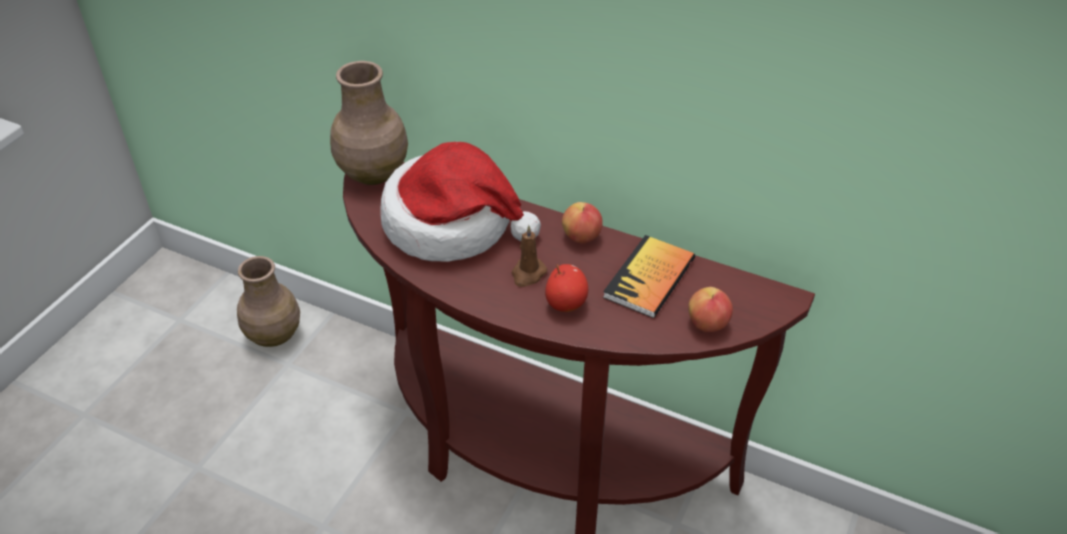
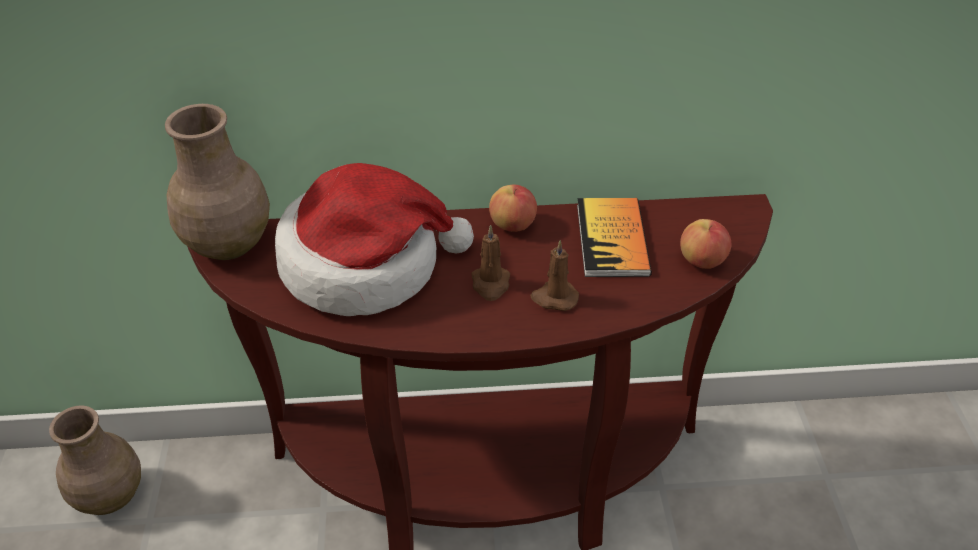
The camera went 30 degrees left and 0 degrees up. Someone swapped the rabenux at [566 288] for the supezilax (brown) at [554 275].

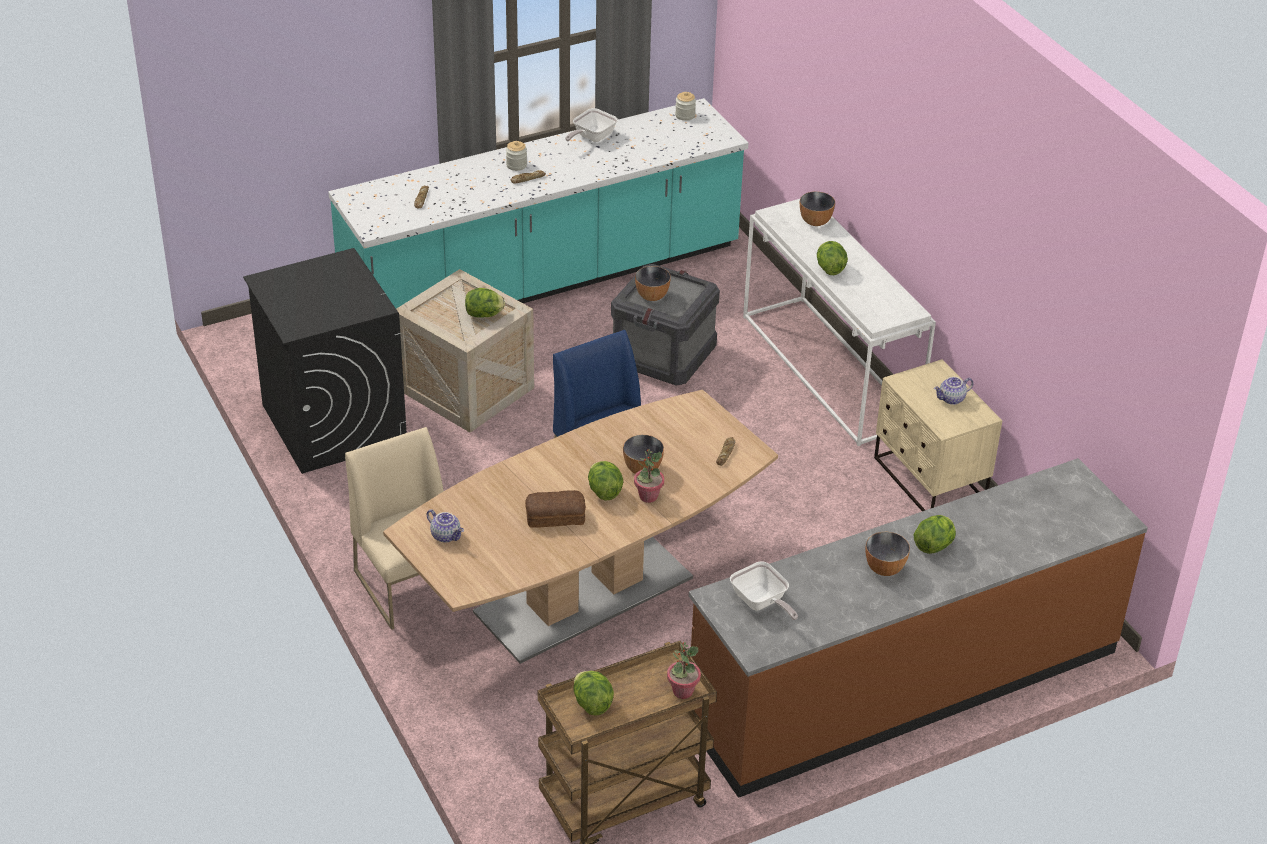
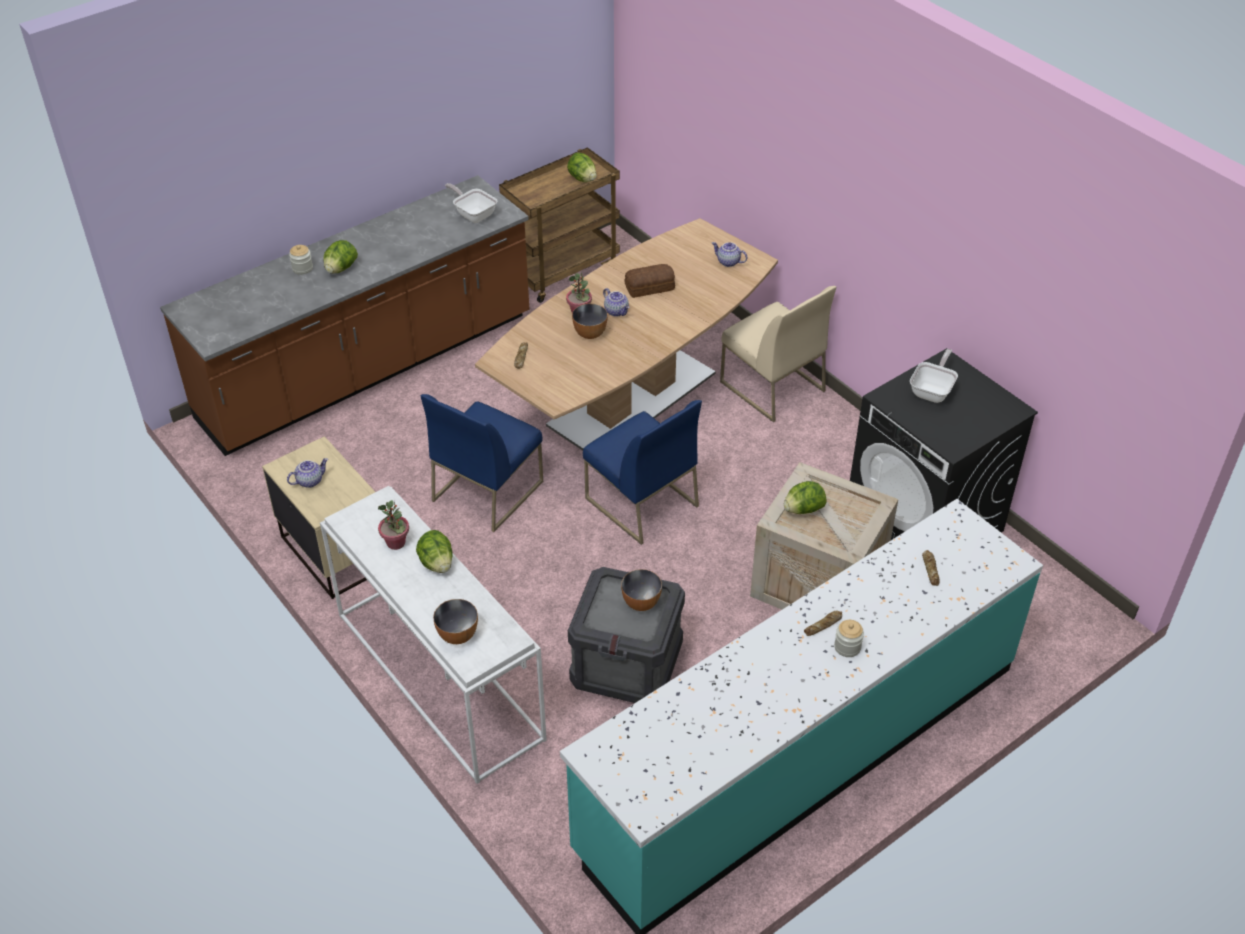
The camera went 170 degrees right and 5 degrees up. Someone carried the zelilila from [591 125] to [934 376]. Someone swapped the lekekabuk at [606 480] for the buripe at [616 302]. Someone carried the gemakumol from [684 670] to [393 525]. Someone carried the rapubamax from [685 106] to [301 260]. Someone took away the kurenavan at [887 554]. Someone put down the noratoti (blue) at [482 463].

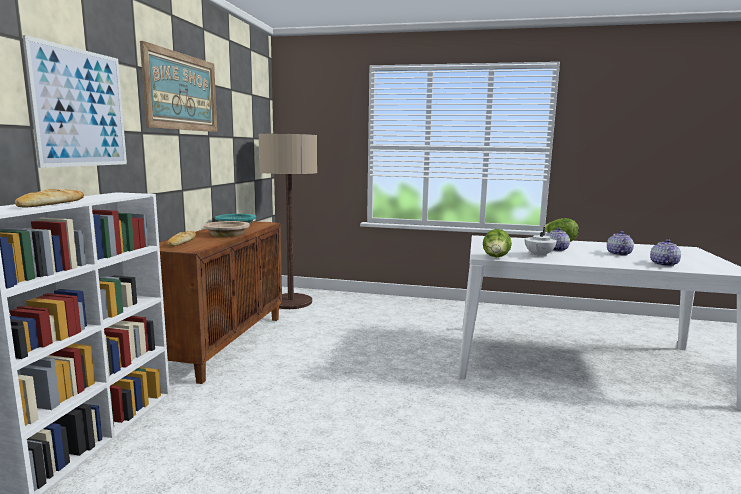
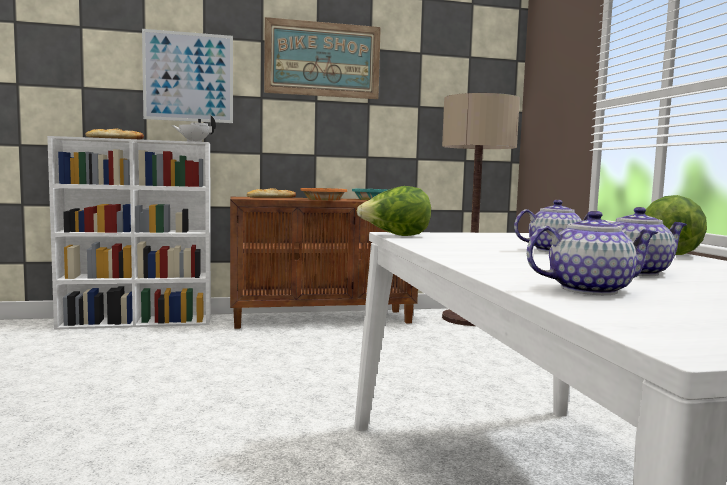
The camera went 65 degrees right and 5 degrees down. Someone repainted the kurenavan (beige) at [227 229], which became the kurenavan (orange) at [323 194]. Someone carried the buripe (white) from [541 242] to [194 128].

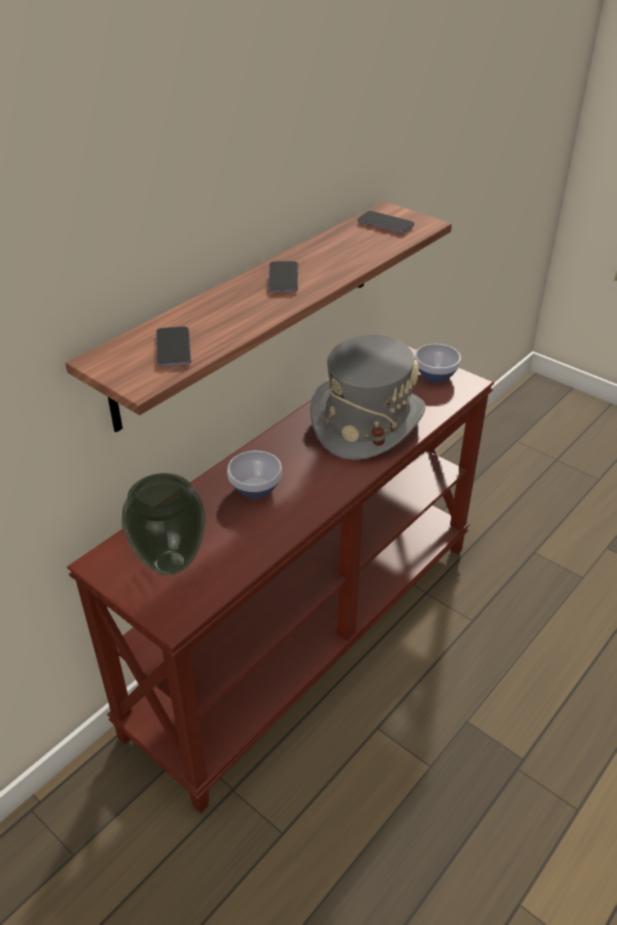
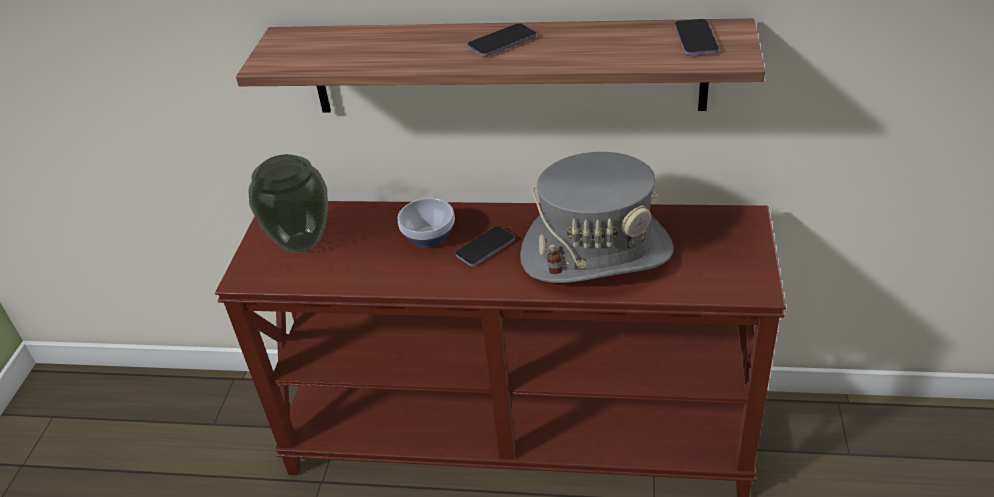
The camera went 60 degrees right and 0 degrees up. Someone carried the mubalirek from [173 346] to [485 246]. Someone took away the kurenavan at [438 363].

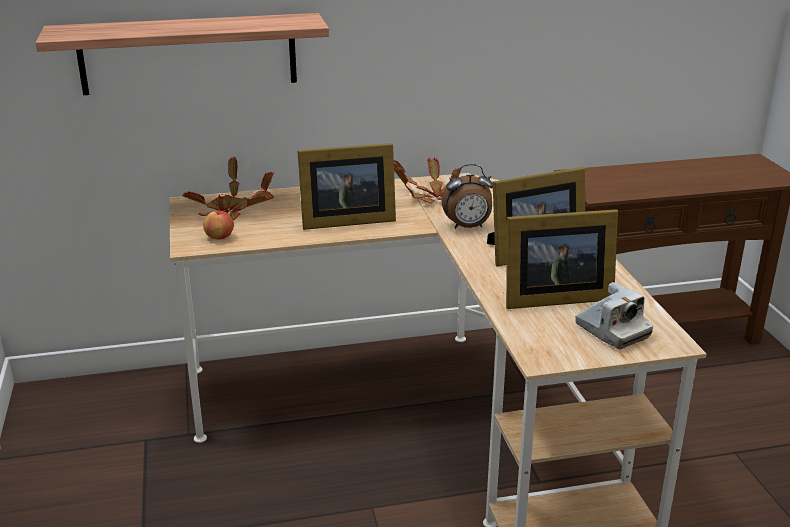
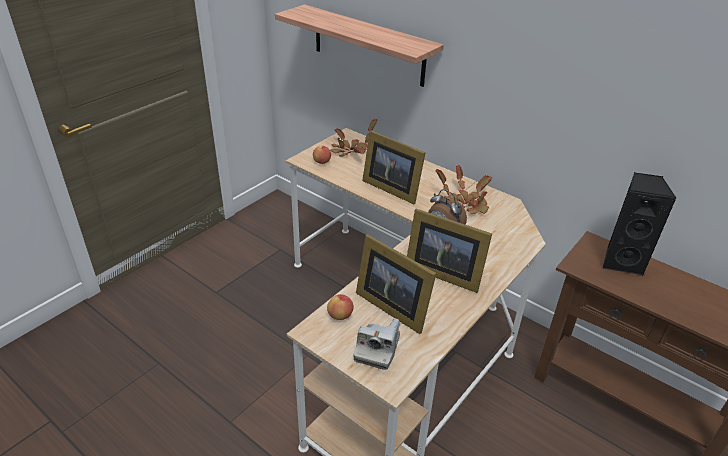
The camera went 50 degrees right and 10 degrees up. Someone put down the rabenux at [340 307]. Someone put down the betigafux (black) at [640 224].

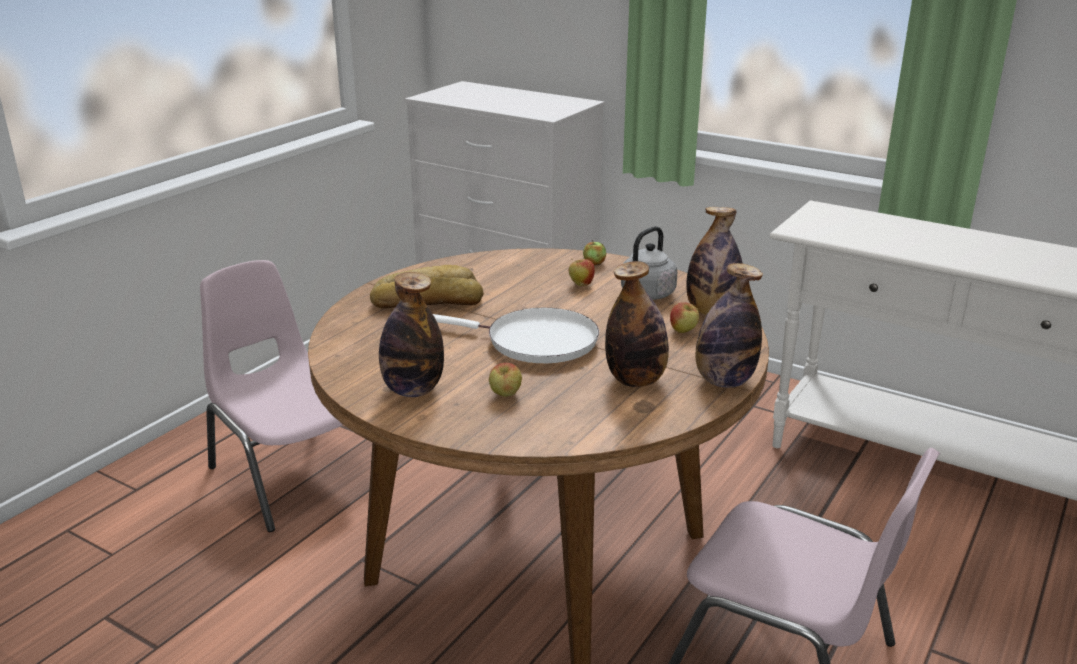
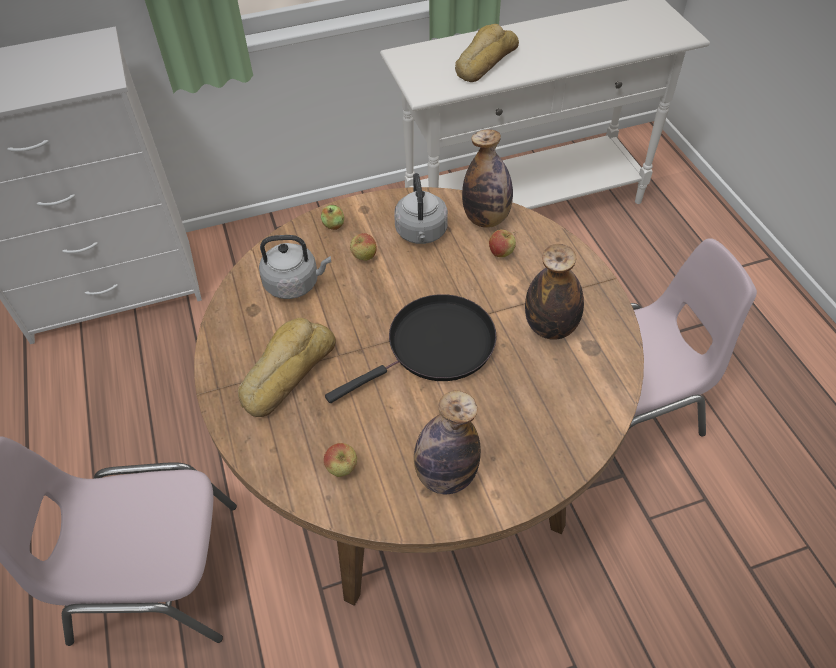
The camera went 50 degrees left and 25 degrees up. Someone repainted the zelilila (white) at [516 335], which became the zelilila (black) at [410 348]. Someone carried the rabenux from [505 380] to [340 460]. Someone took away the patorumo at [729 325]. Someone put down the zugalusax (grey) at [295 267]. Someone put down the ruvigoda at [487 53].

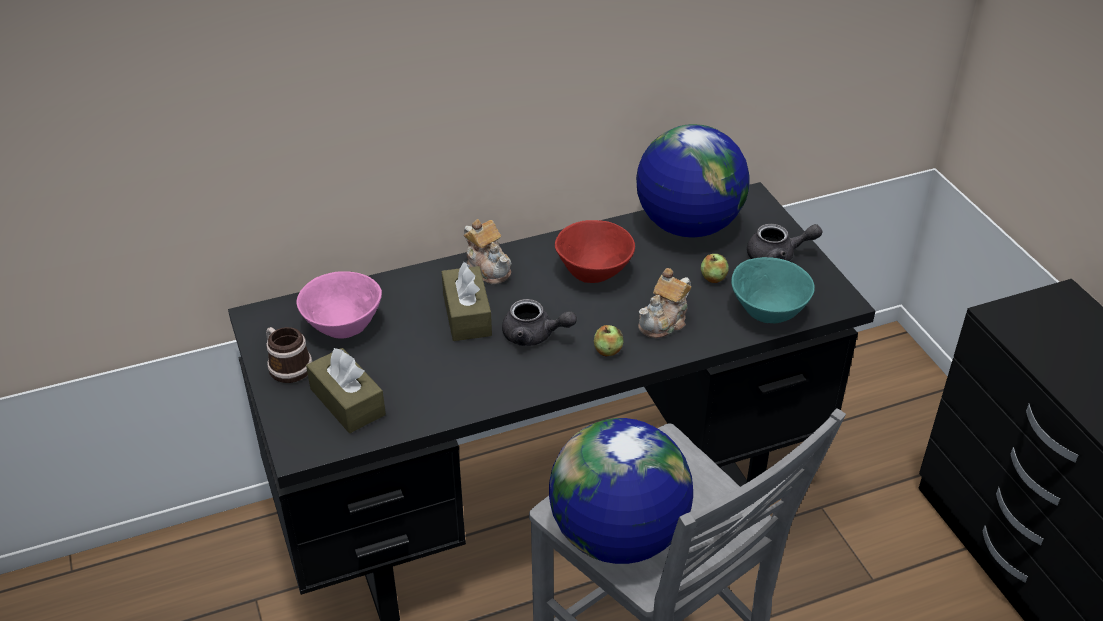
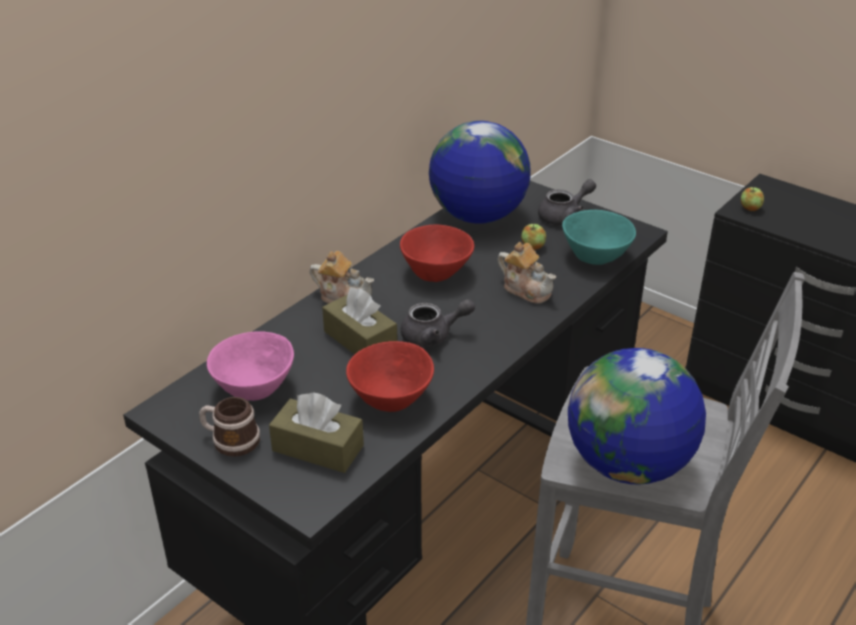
The camera went 30 degrees left and 5 degrees down. Someone carried the rabenux from [609 341] to [752 199]. Someone rotated the buripe at [664 303] by 60 degrees counterclockwise. Someone put down the kurenavan (red) at [390 376].

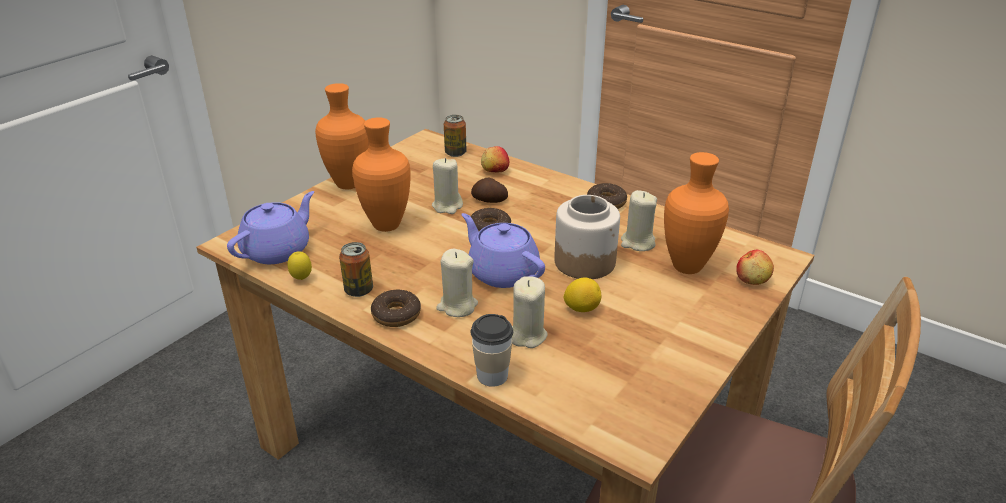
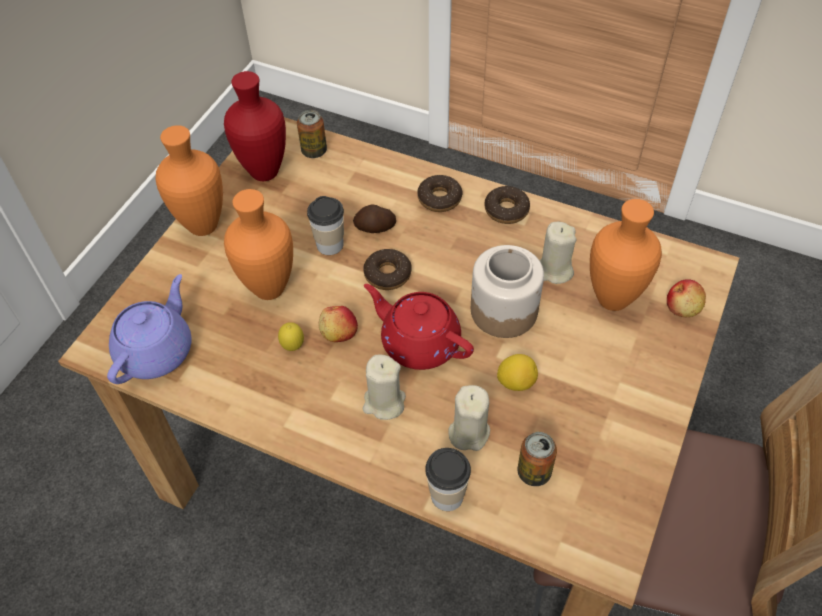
The camera went 10 degrees left and 20 degrees up. Someone carried the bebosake from [300 265] to [291 336]. Someone carried the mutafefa from [356 269] to [537 459]. Someone carried the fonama from [396 308] to [440 193]. Someone swapped the supezilax (beige) at [447 186] for the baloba at [325 225]. Someone repainted the buripe (purple) at [503 250], which became the buripe (red) at [419 327]. Someone carried the rabenux from [495 159] to [338 324]. Someone put down the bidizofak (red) at [255 126].

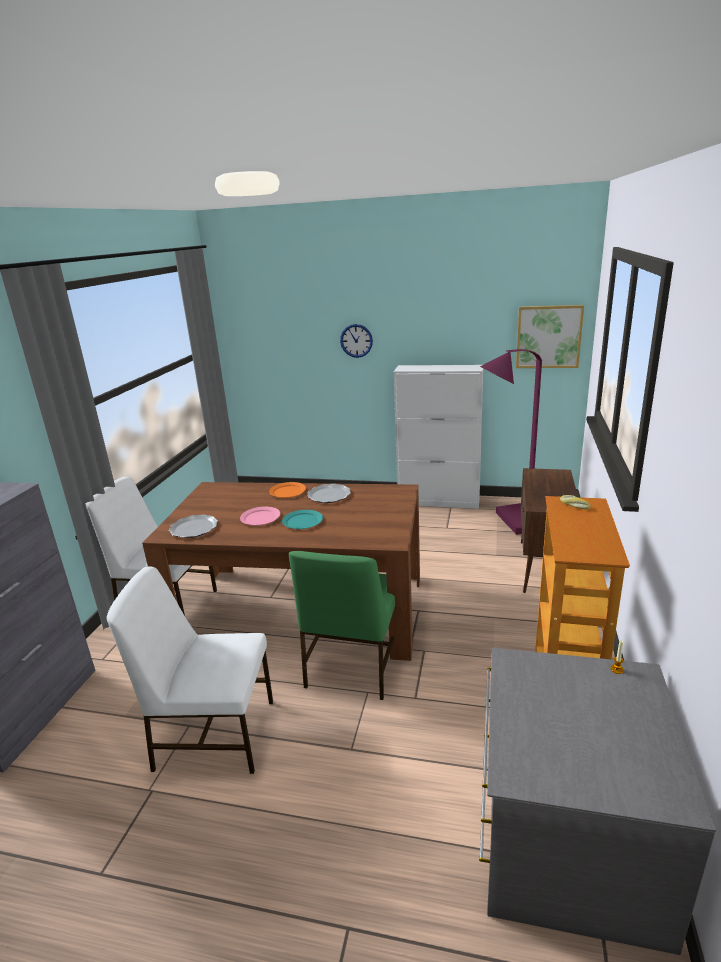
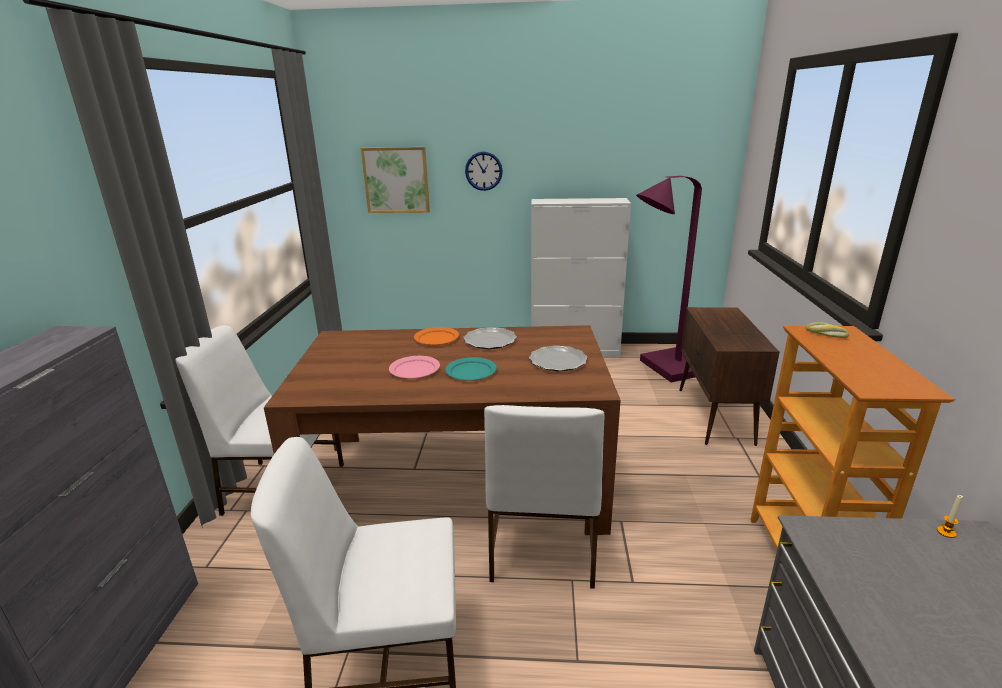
The camera went 10 degrees left and 0 degrees up. Someone carried the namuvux from [193 526] to [558 358]. Someone repainted the noratoti (green) at [342 625], which became the noratoti (white) at [544 497]. Someone carried the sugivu from [550 336] to [395 180].

